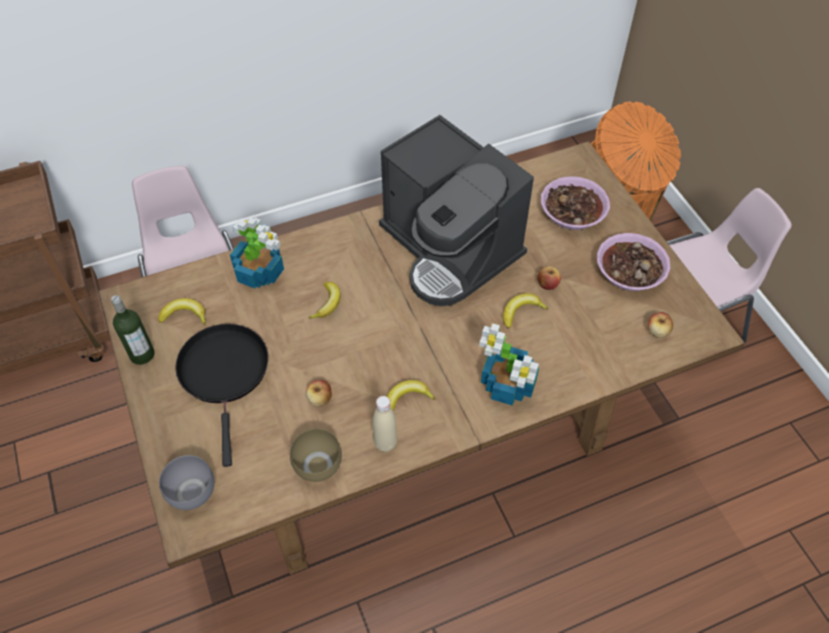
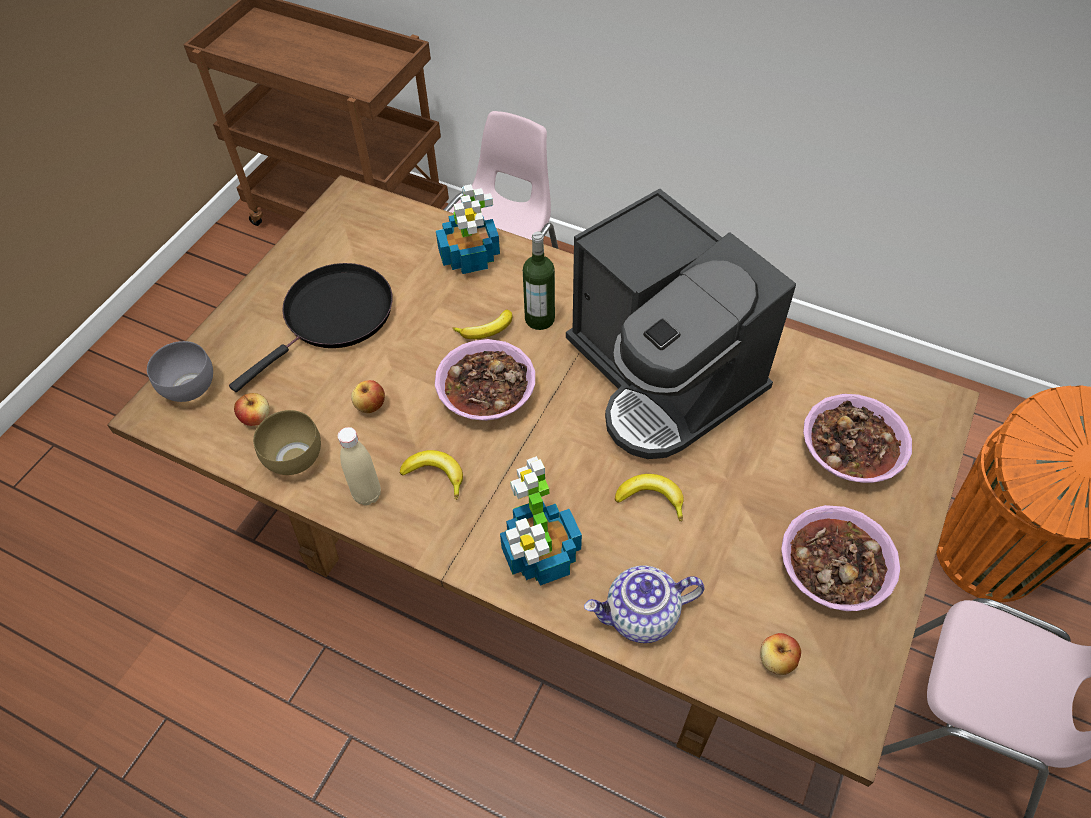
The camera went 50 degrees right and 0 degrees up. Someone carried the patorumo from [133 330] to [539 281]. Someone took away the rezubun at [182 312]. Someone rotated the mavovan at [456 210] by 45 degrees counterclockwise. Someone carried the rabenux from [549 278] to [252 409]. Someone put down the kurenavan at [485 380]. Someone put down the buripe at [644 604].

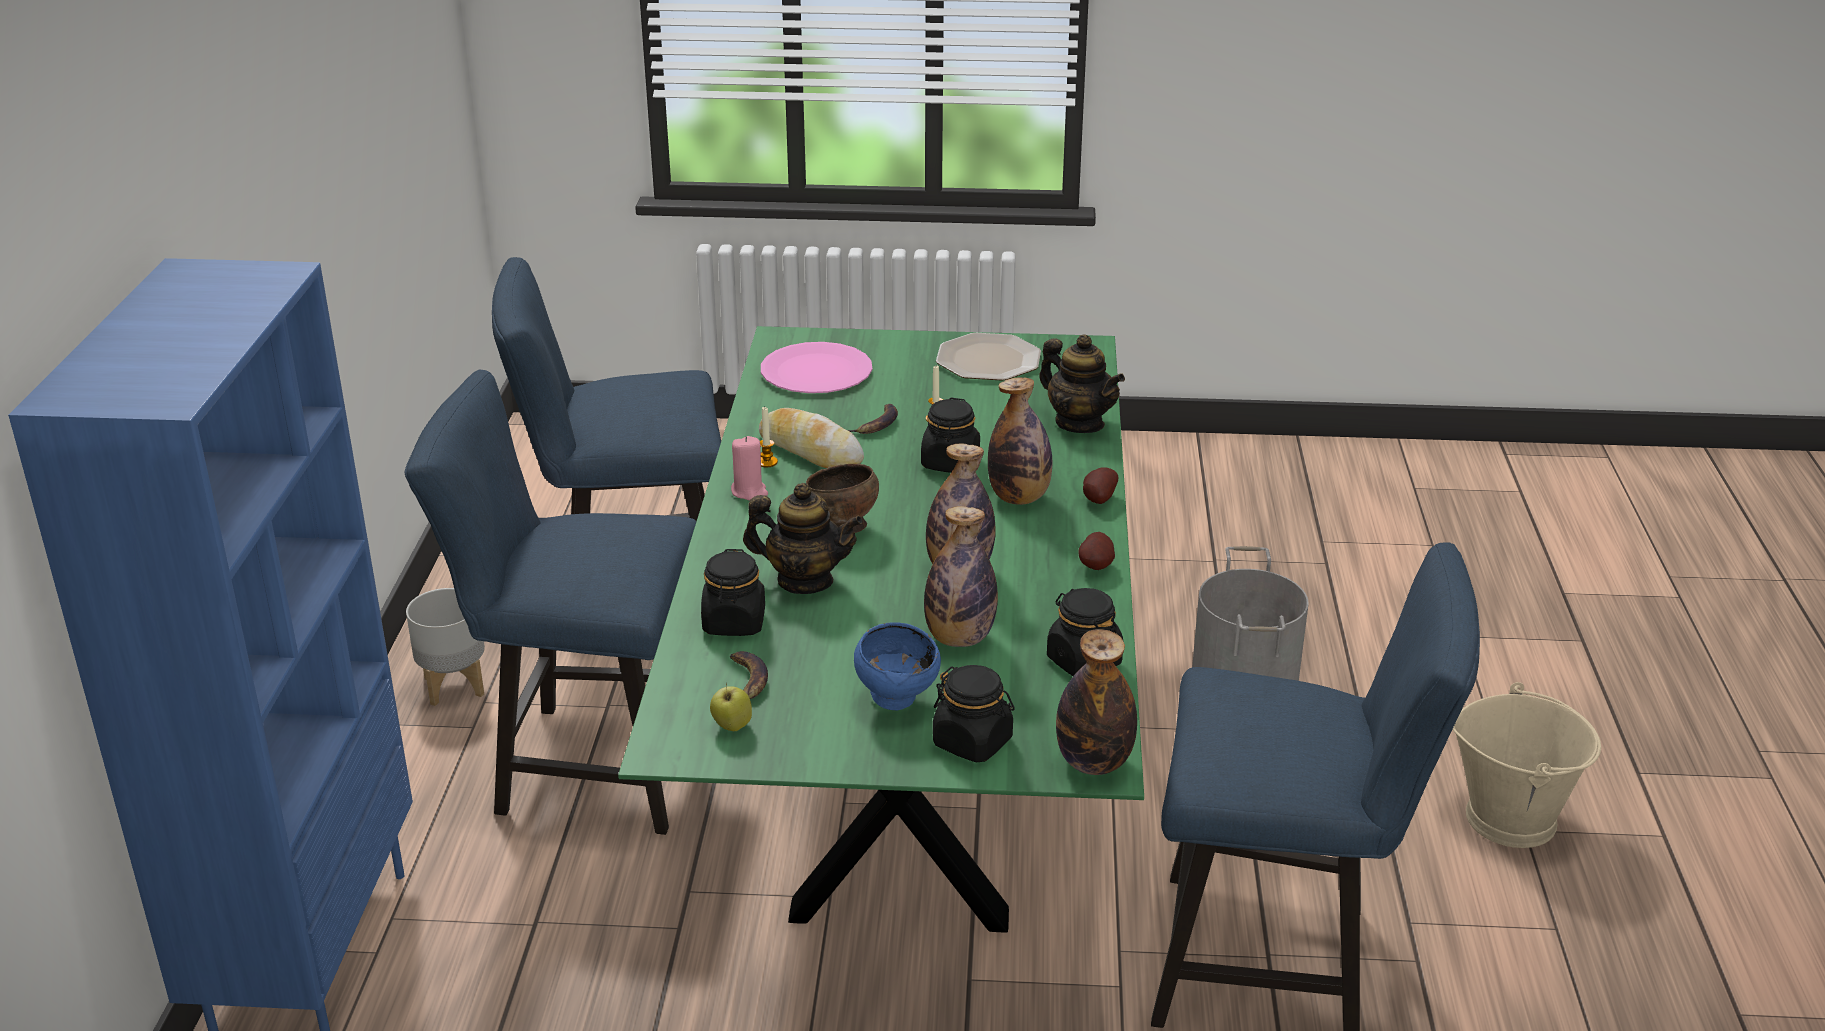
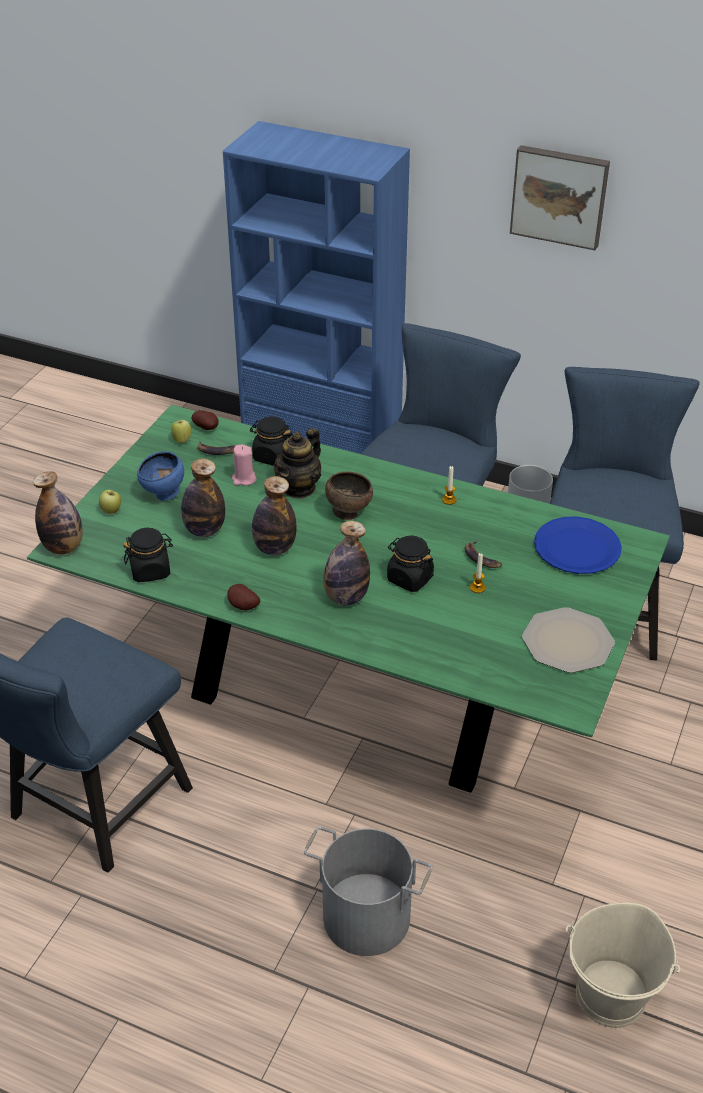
The camera went 110 degrees right and 10 degrees up. Someone carried the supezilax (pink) from [749 468] to [244 465]. Someone took away the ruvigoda at [811 438]. Someone repainted the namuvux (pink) at [816 367], which became the namuvux (blue) at [578 545]. Someone swapped the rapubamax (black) at [974 713] for the rabenux at [110 502]. Someone took away the buripe at [1082 383]. Someone carried the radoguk from [1100 485] to [205 420]. Someone carried the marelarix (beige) from [1526 765] to [623 965]. Someone put up the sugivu at [560 197].

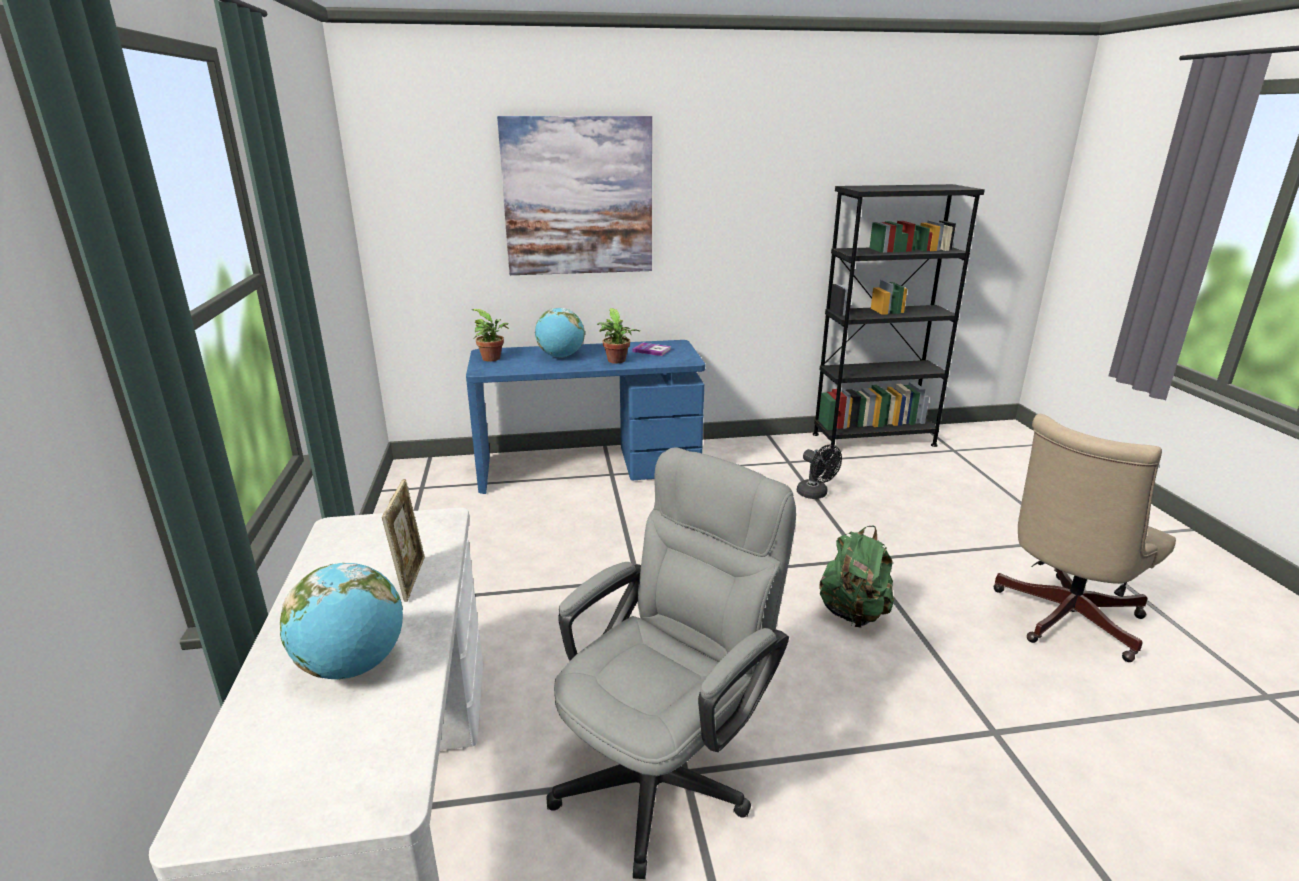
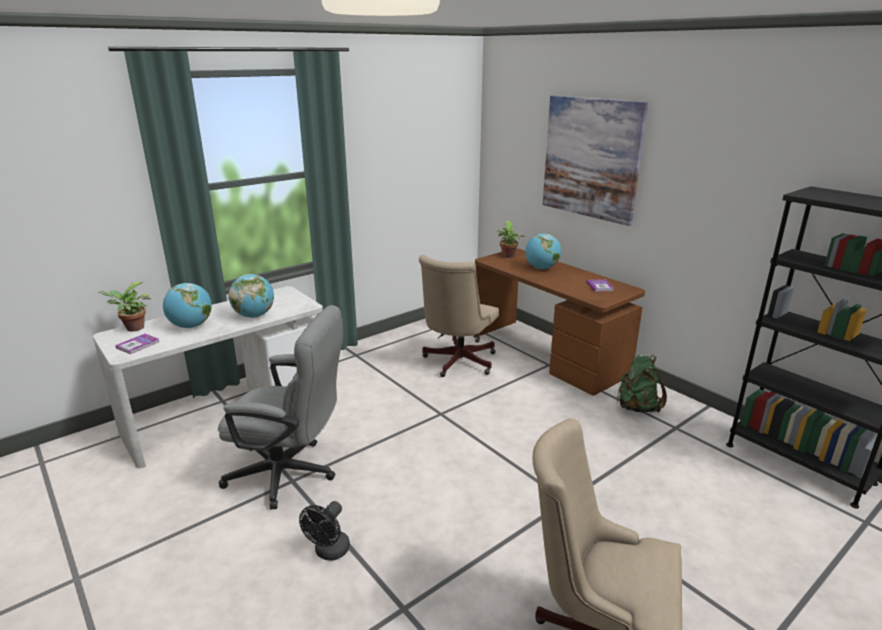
The camera went 60 degrees right and 0 degrees up. Someone swapped the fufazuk at [403 540] for the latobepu at [251 296]. Someone repainted the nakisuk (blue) at [585 417], which became the nakisuk (brown) at [559 322]. Someone carried the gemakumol from [618 335] to [124 307]. Someone carried the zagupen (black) from [819 471] to [324 531]. Someone carried the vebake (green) from [856 577] to [642 383]. Someone put down the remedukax at [137 344]. Someone put down the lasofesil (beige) at [459 316].

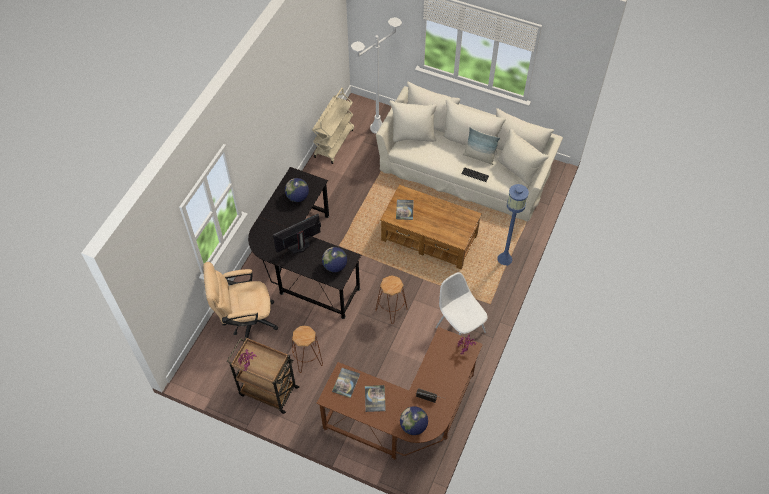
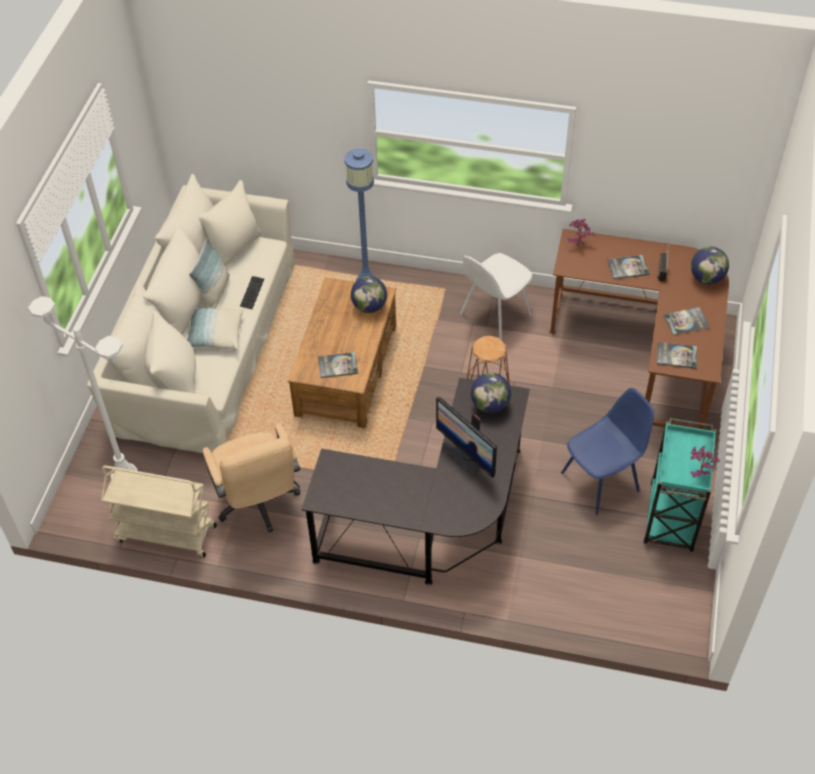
The camera went 100 degrees left and 5 degrees down. Someone carried the lasofesil (beige) from [241 301] to [251 477]. Someone repainted the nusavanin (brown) at [263 375], which became the nusavanin (turquoise) at [680 485]. Someone carried the latobepu from [297 190] to [369 294]. Someone swapped the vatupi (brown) at [307 349] for the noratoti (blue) at [607 451]. Someone put down the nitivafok at [215 329]. Someone put down the remedukax at [628 267].

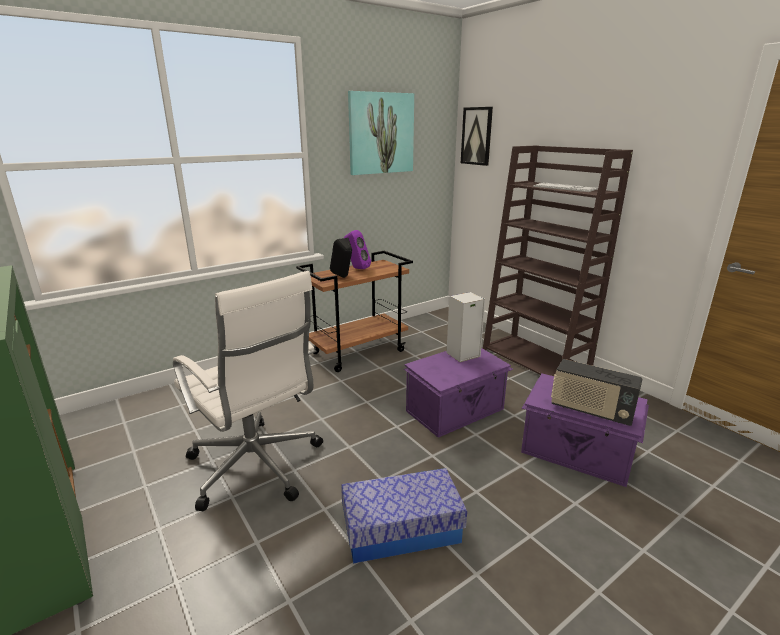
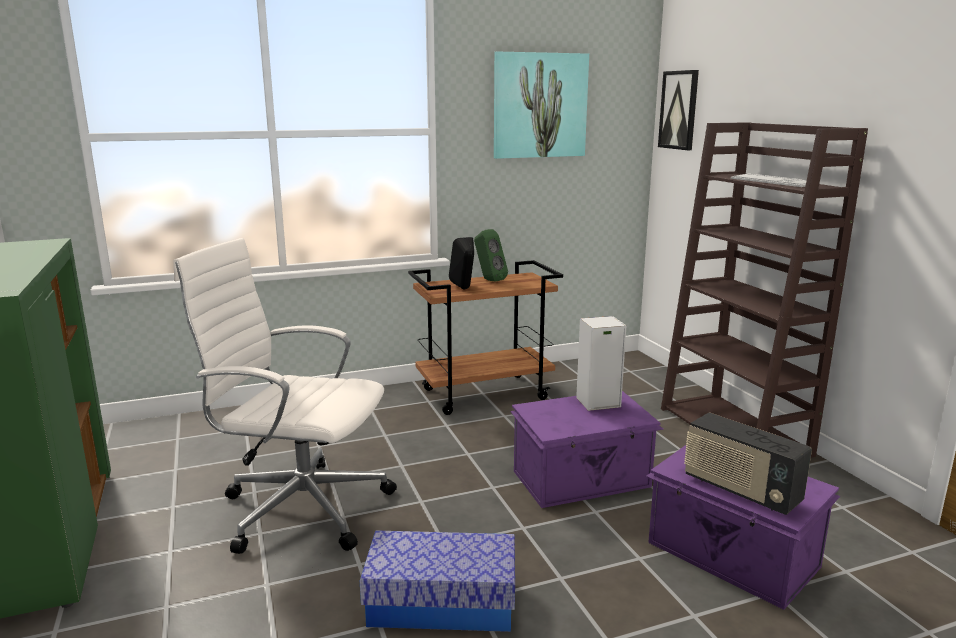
The camera went 15 degrees right and 5 degrees down. Someone rotated the lasofesil (white) at [248 391] by 135 degrees clockwise. Someone repainted the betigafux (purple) at [357 249], which became the betigafux (green) at [491 255].

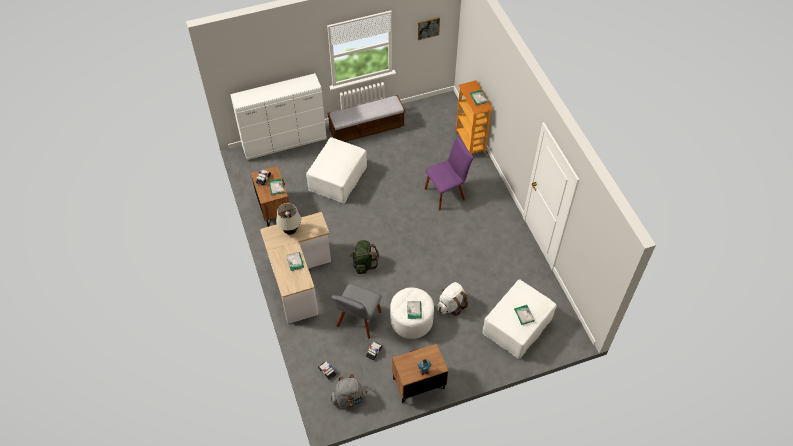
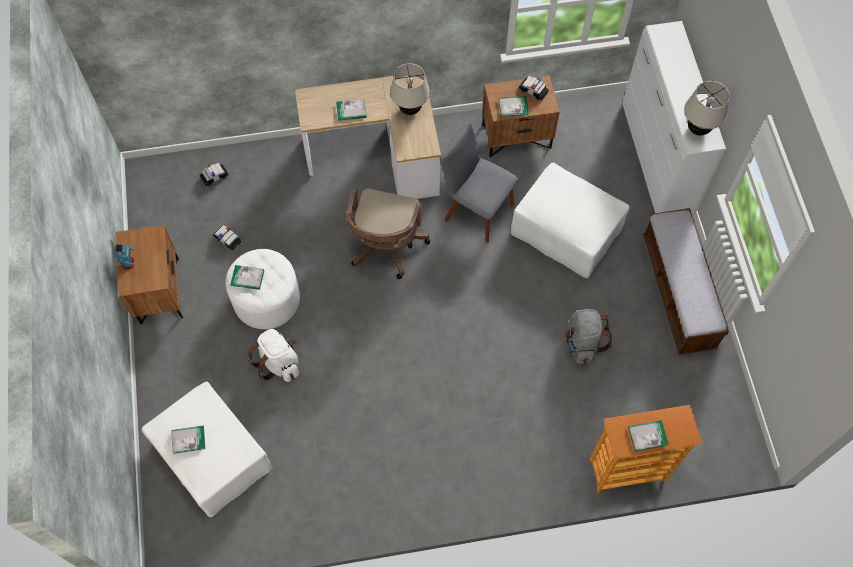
The camera went 100 degrees right and 10 degrees up. Someone carried the vebake (grey) from [349 391] to [588 336]. Someone carried the noratoti (grey) from [357 311] to [479 182]. Someone swapped the vebake (green) at [364 257] for the lasofesil (brown) at [388 234]. Someone took away the sugivu at [429 28]. Someone took away the noratoti (purple) at [449 173]. Someone put down the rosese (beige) at [707 108].

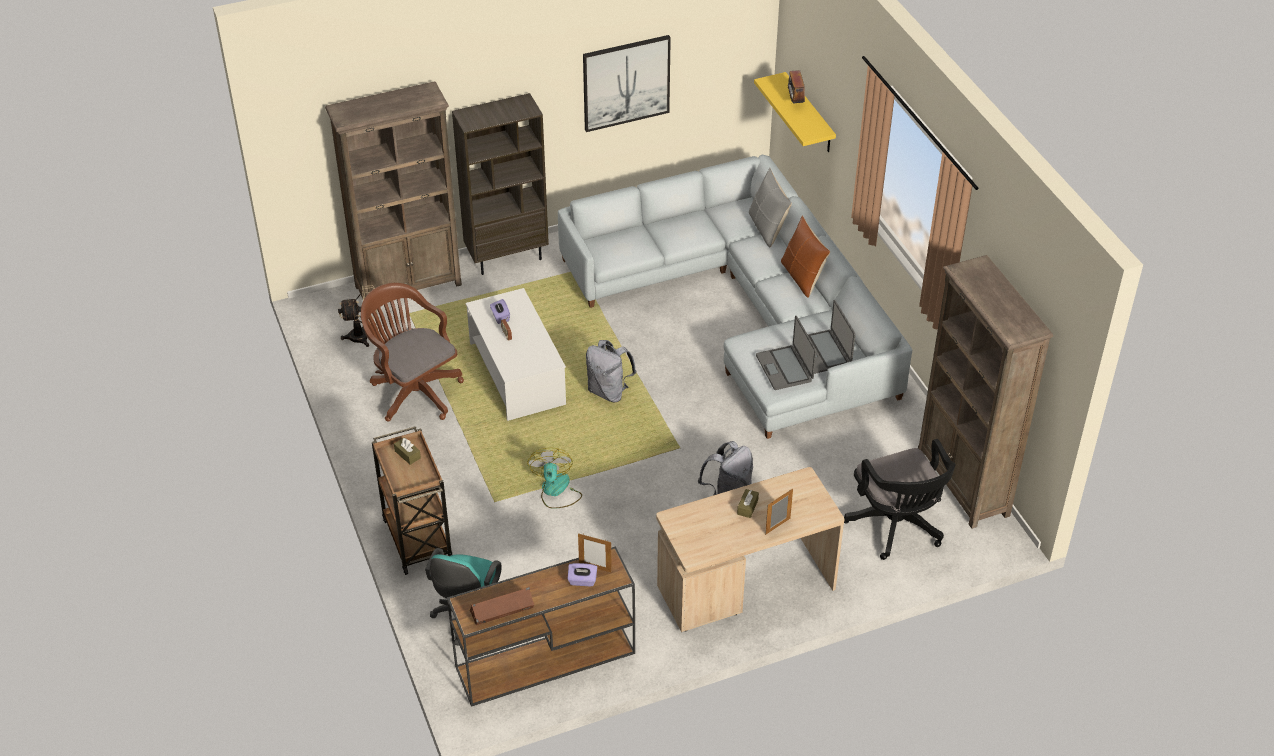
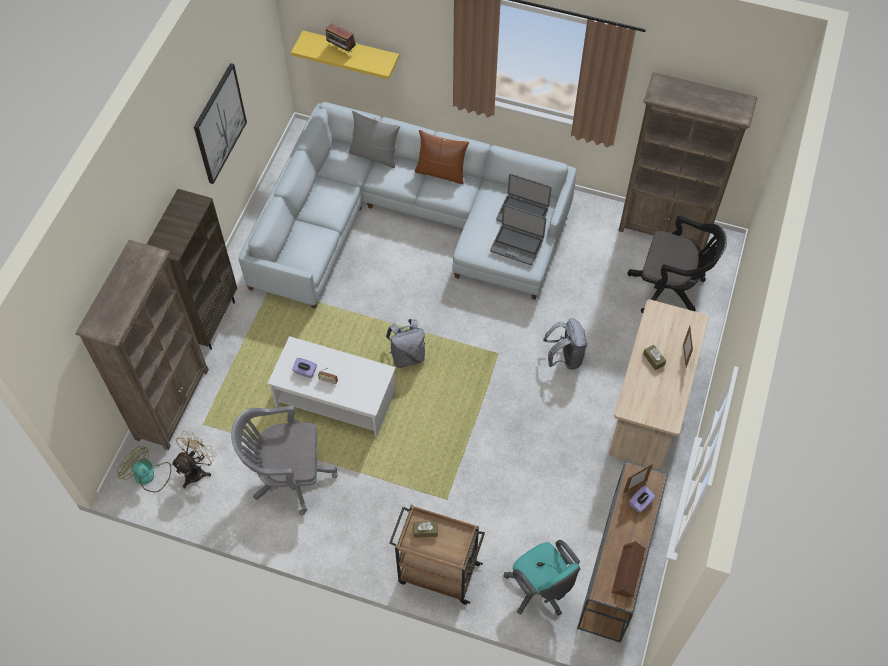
The camera went 50 degrees left and 15 degrees up. Someone repainted the lasofesil (brown) at [412 352], which became the lasofesil (grey) at [284 460]. Someone carried the zagupen from [554 478] to [144 469].

